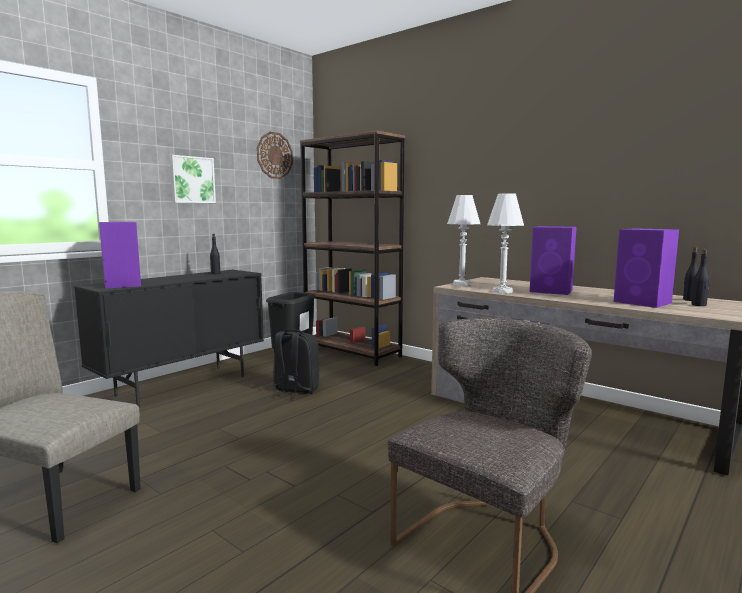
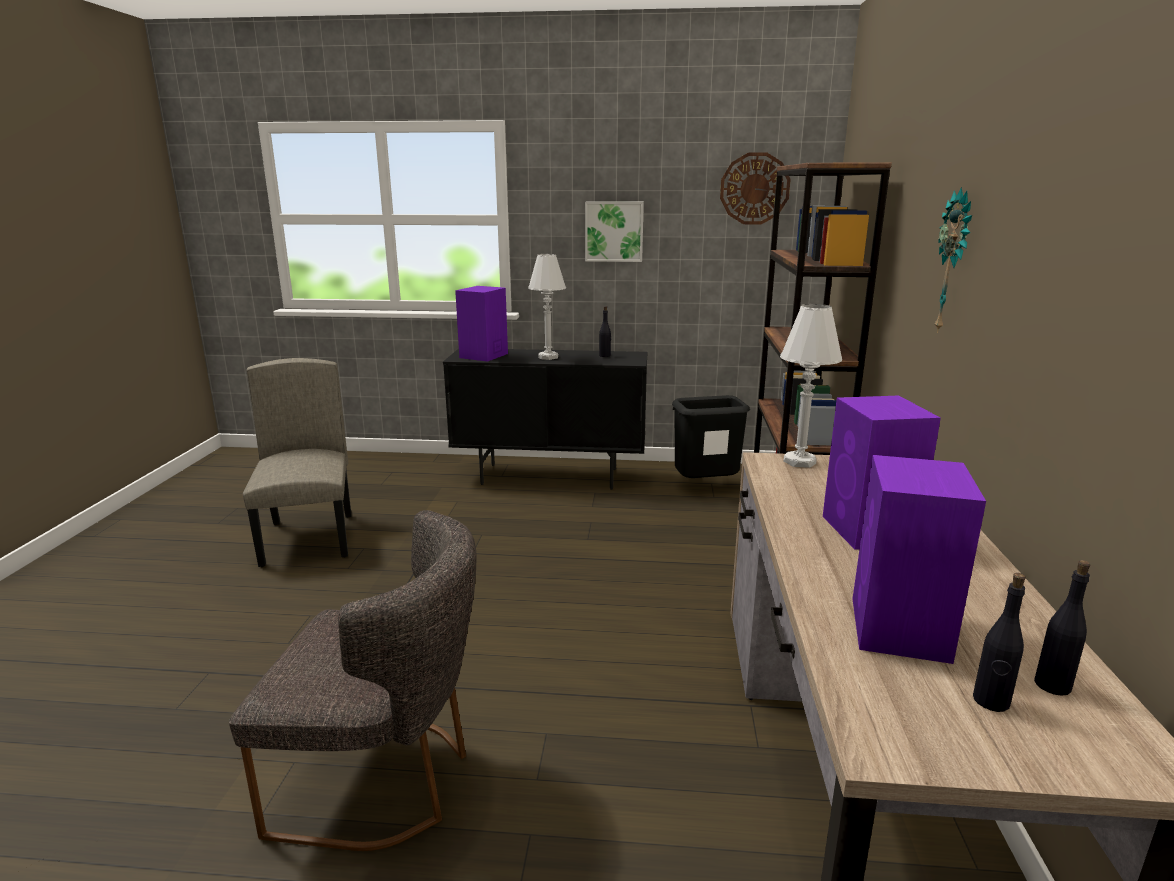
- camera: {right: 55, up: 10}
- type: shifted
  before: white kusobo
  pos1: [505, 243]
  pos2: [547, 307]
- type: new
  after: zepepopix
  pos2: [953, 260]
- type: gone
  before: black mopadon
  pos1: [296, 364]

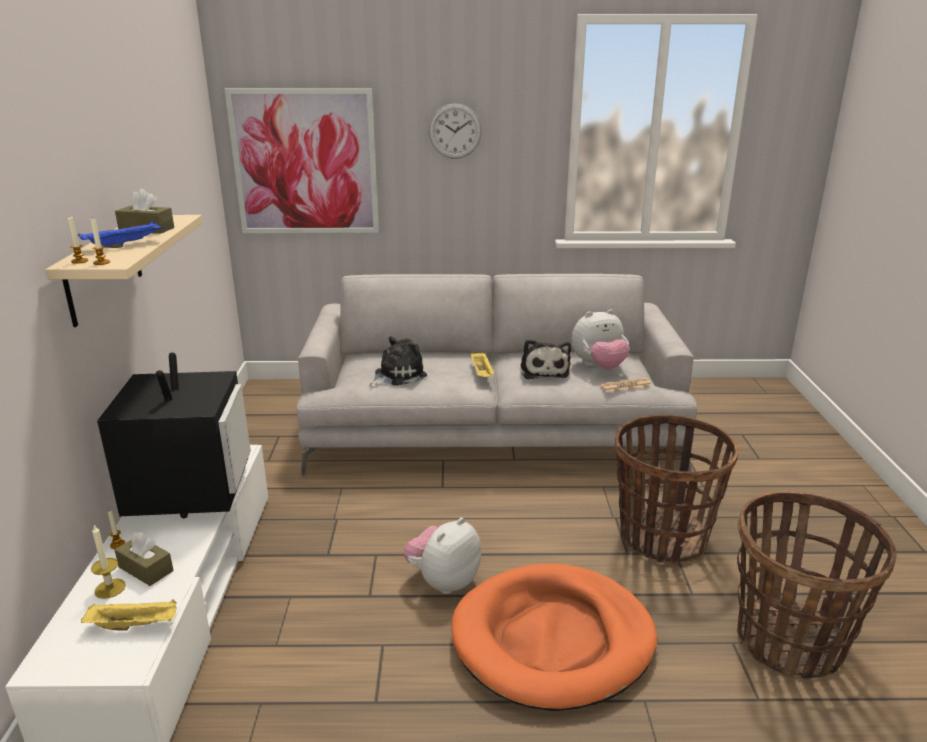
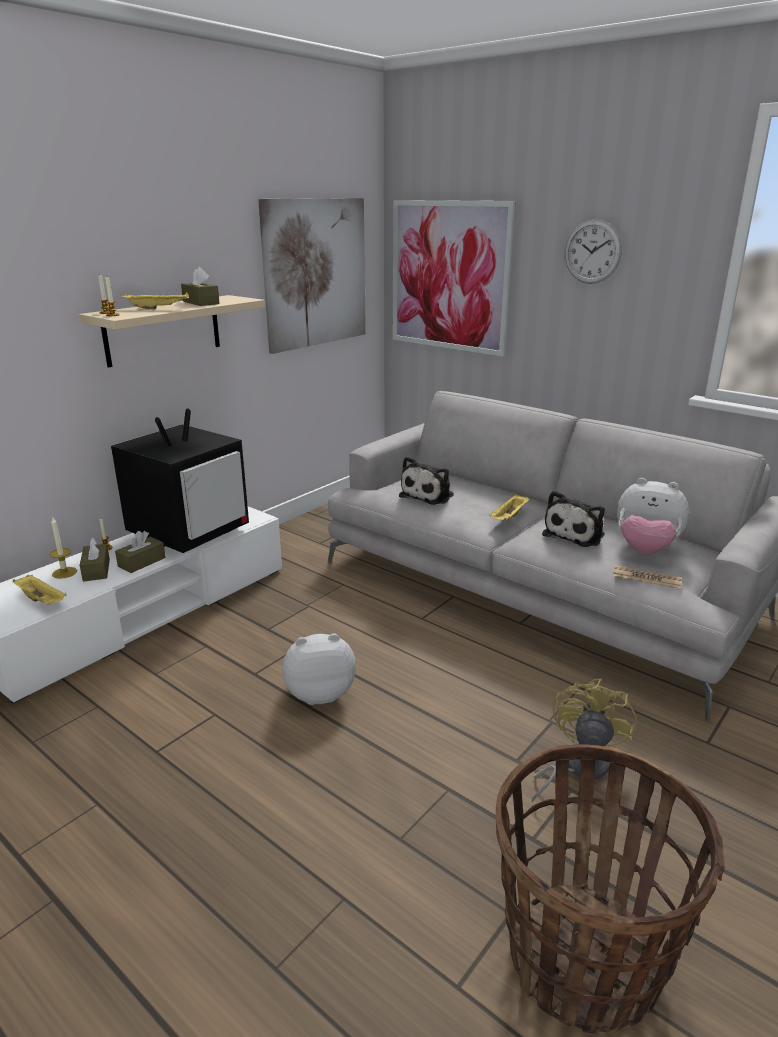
- camera: {right: 40, up: 0}
- type: new
  after: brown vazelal
  pos2: [140, 552]
- type: repainted
  before: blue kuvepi
  after: yellow kuvepi
  pos1: [121, 234]
  pos2: [155, 301]
- type: new
  after: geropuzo
  pos2: [312, 276]
- type: rotated
  before: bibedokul
  pos1: [398, 361]
  pos2: [426, 480]
  turn: 120
- type: swapped
  before: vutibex
  after: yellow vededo
  pos1: [676, 488]
  pos2: [584, 740]
- type: gone
  before: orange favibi
  pos1: [554, 637]

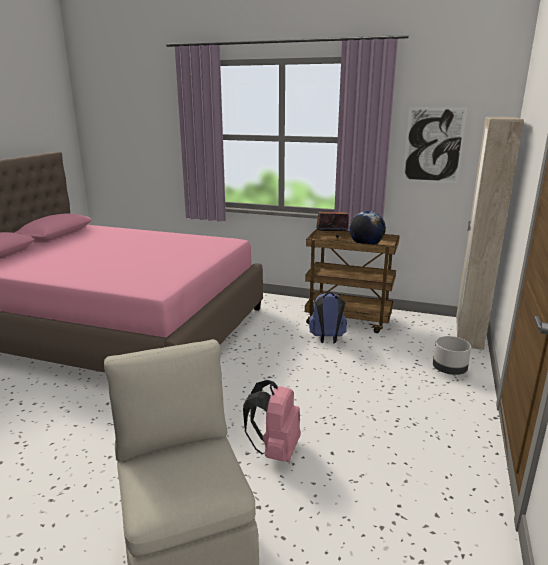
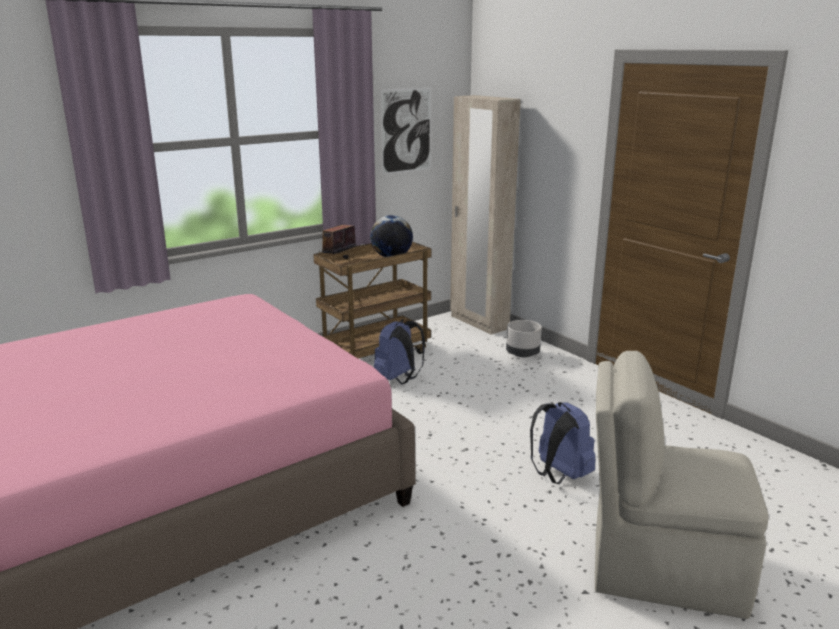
- camera: {right: -55, up: 0}
- type: repainted
  before: pink mopadon
  after: blue mopadon
  pos1: [272, 421]
  pos2: [563, 443]

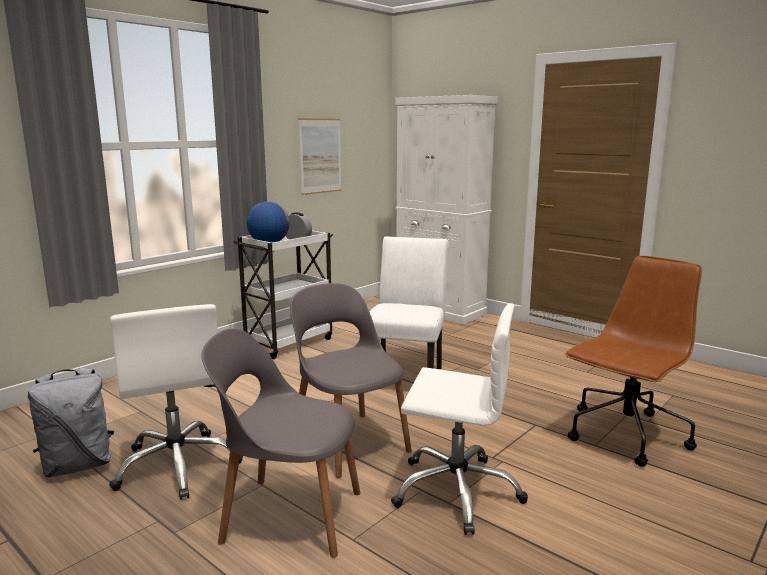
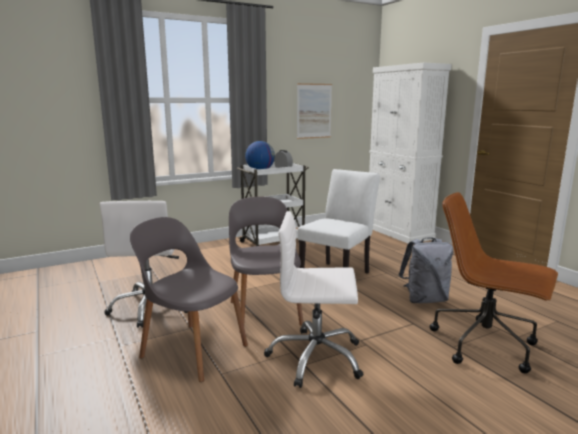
- camera: {right: 20, up: 0}
- type: rotated
  before: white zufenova
  pos1: [459, 419]
  pos2: [313, 299]
  turn: 150
- type: shifted
  before: grey mopadon
  pos1: [71, 423]
  pos2: [425, 270]
- type: rotated
  before: brown zufenova
  pos1: [633, 361]
  pos2: [494, 282]
  turn: -120

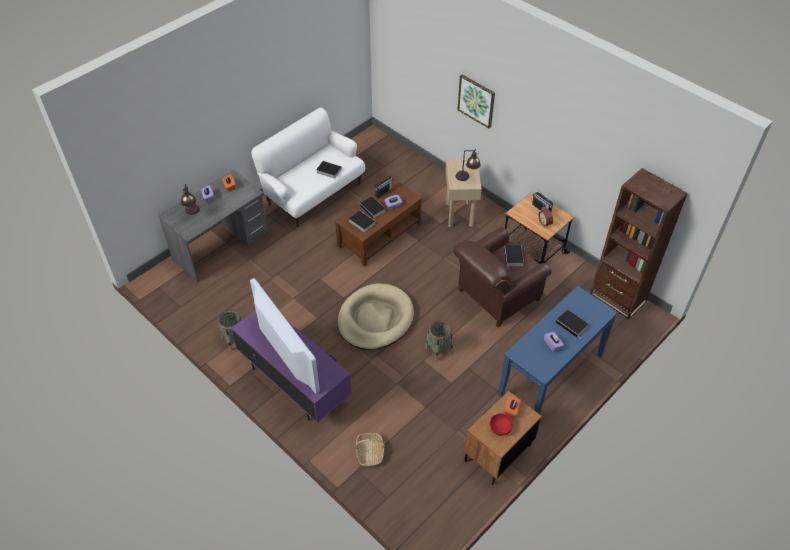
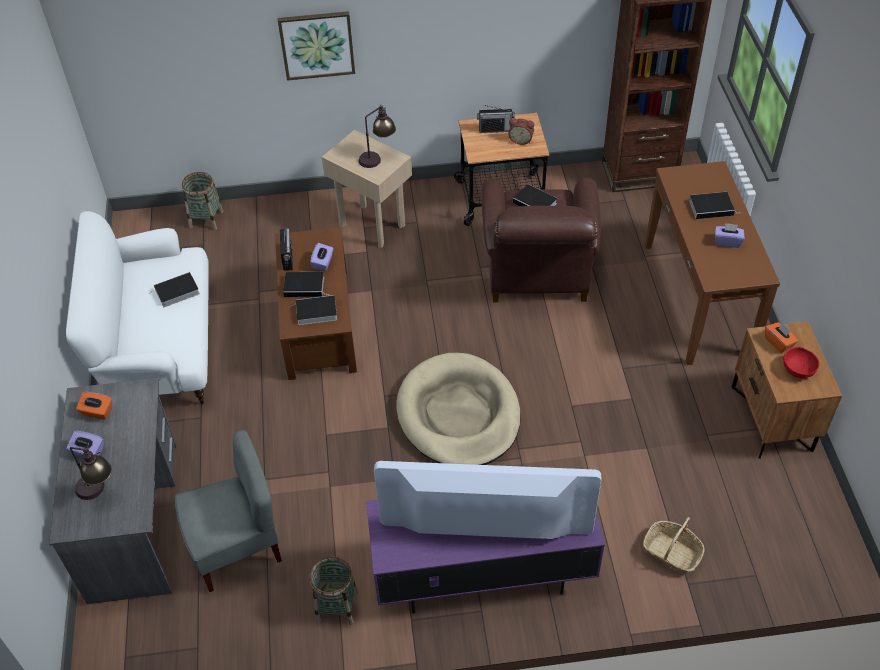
- camera: {right: -50, up: 0}
- type: new
  after: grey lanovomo
  pos2: [228, 511]
- type: shifted
  before: vutibex
  pos1: [439, 340]
  pos2: [203, 201]
- type: repainted
  before: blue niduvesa
  after: brown niduvesa
  pos1: [558, 350]
  pos2: [712, 263]

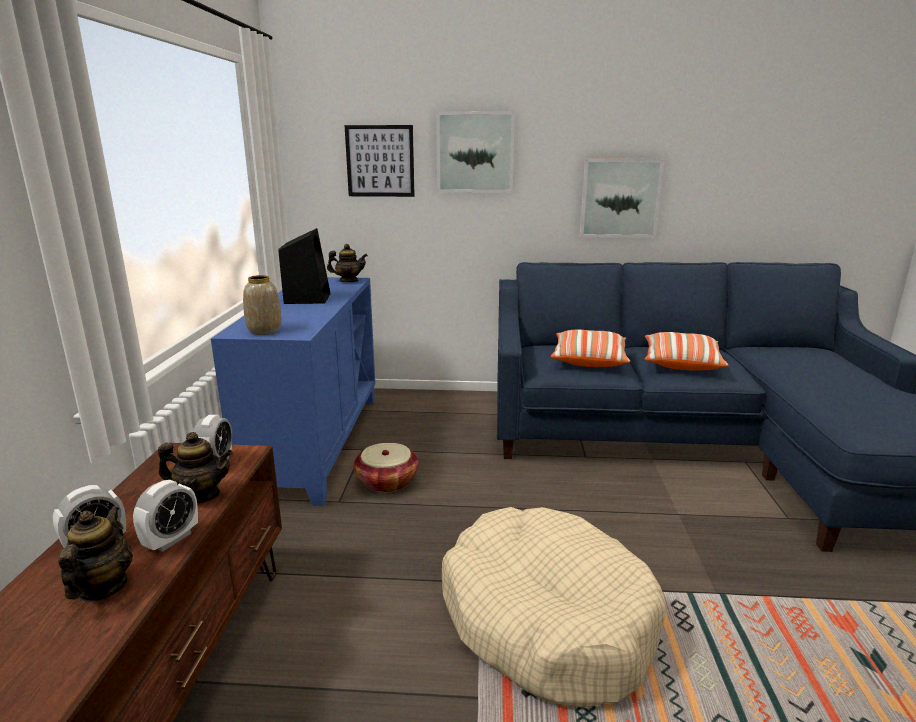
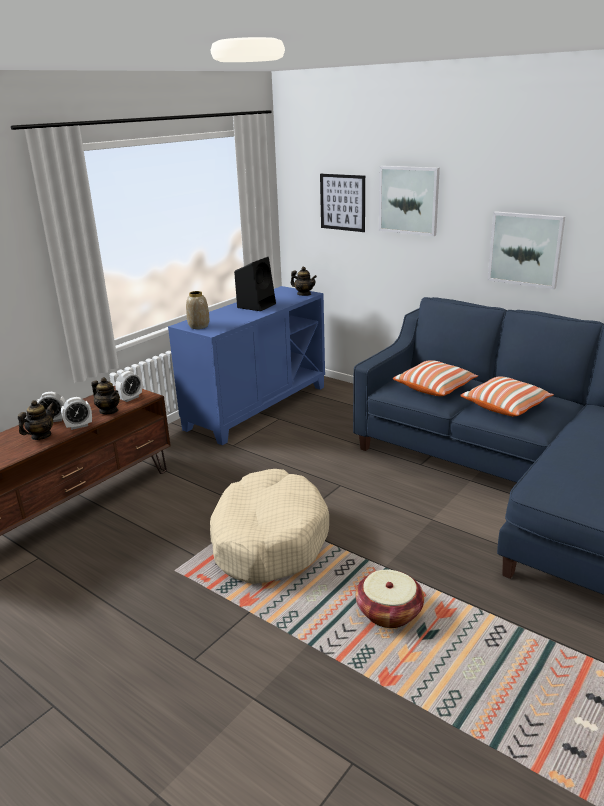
- camera: {right: 35, up: 5}
- type: shifted
  before: vutibex
  pos1: [386, 468]
  pos2: [390, 599]

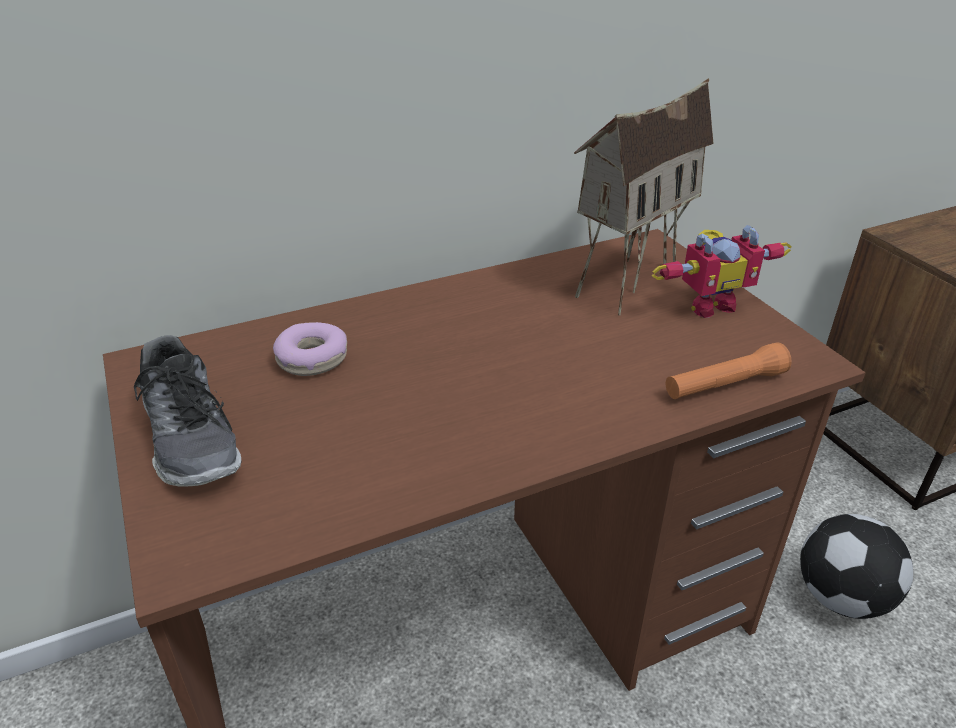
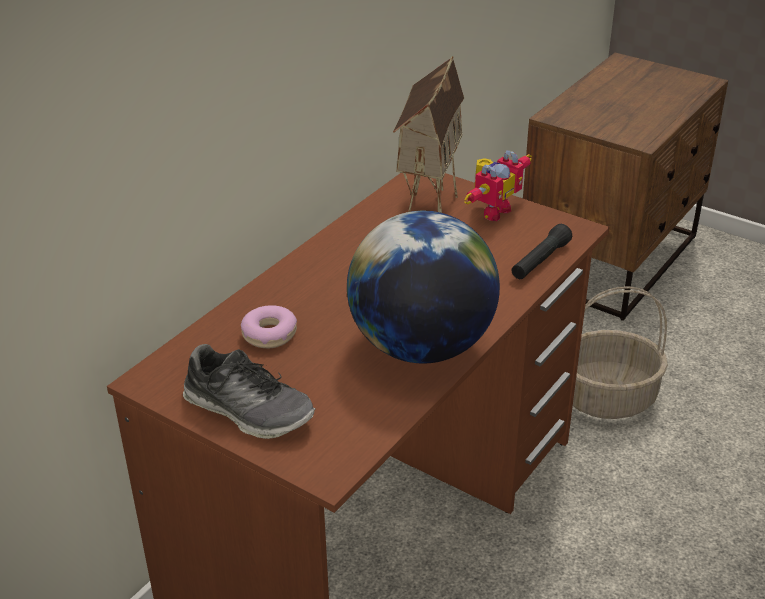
- camera: {right: -30, up: 0}
- type: new
  after: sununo
  pos2: [423, 287]
- type: repainted
  before: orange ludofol
  after: black ludofol
  pos1: [728, 370]
  pos2: [542, 251]
- type: swapped
  before: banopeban
  after: vutibex
  pos1: [856, 566]
  pos2: [620, 352]

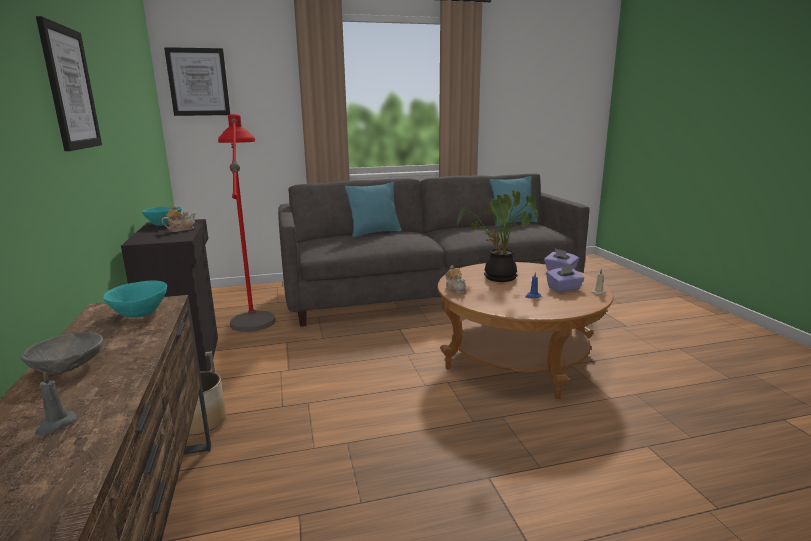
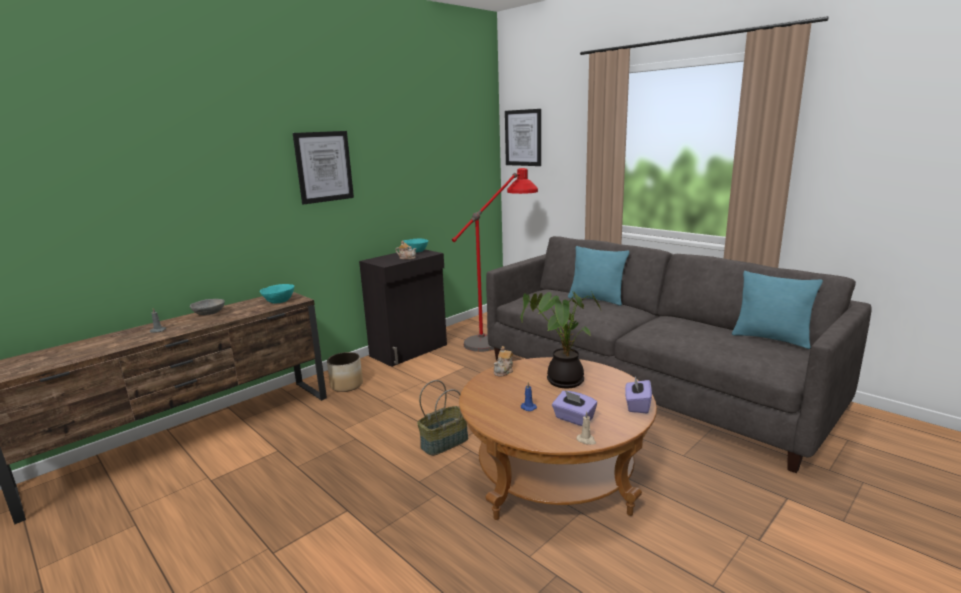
- camera: {right: 60, up: 0}
- type: new
  after: vutibex
  pos2: [442, 418]

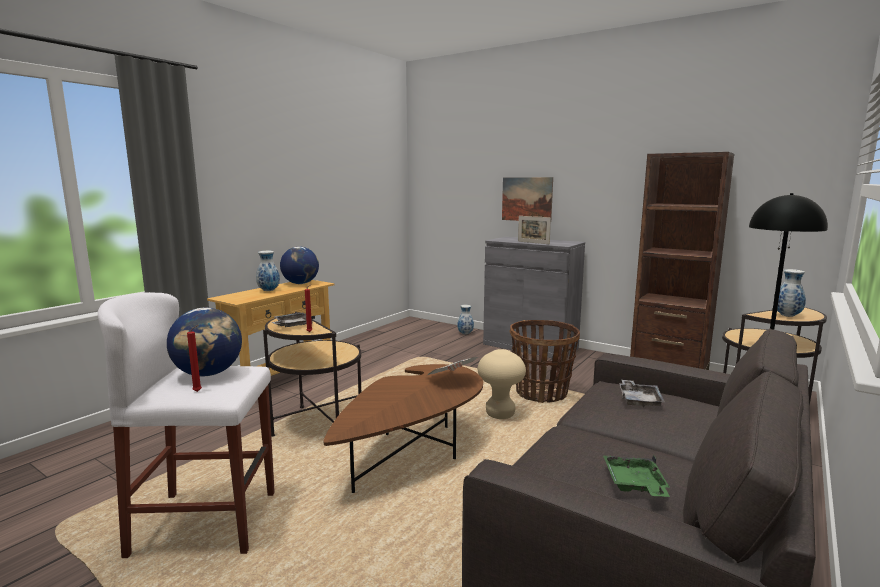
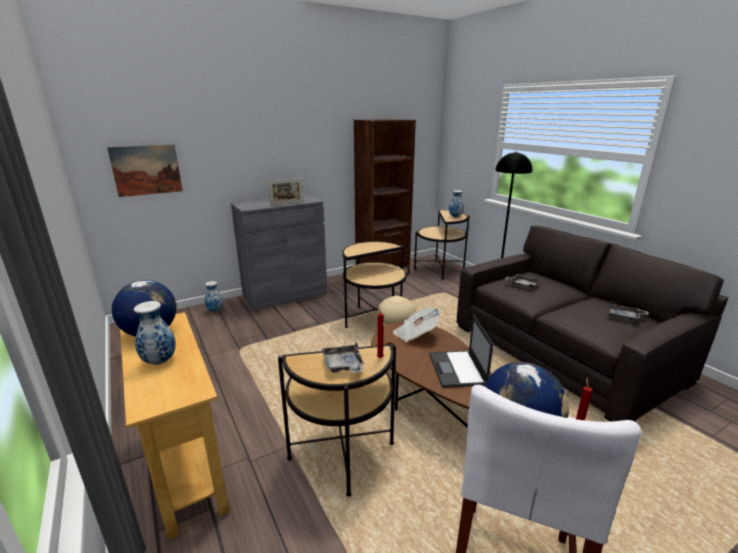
- camera: {right: -65, up: 10}
- type: shifted
  before: geropuzo
  pos1: [527, 199]
  pos2: [145, 171]
- type: swapped
  before: vutibex
  after: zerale
  pos1: [545, 361]
  pos2: [374, 284]
- type: new
  after: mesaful
  pos2: [461, 351]
- type: repainted
  before: green kuvepi
  after: grey kuvepi
  pos1: [636, 476]
  pos2: [628, 311]

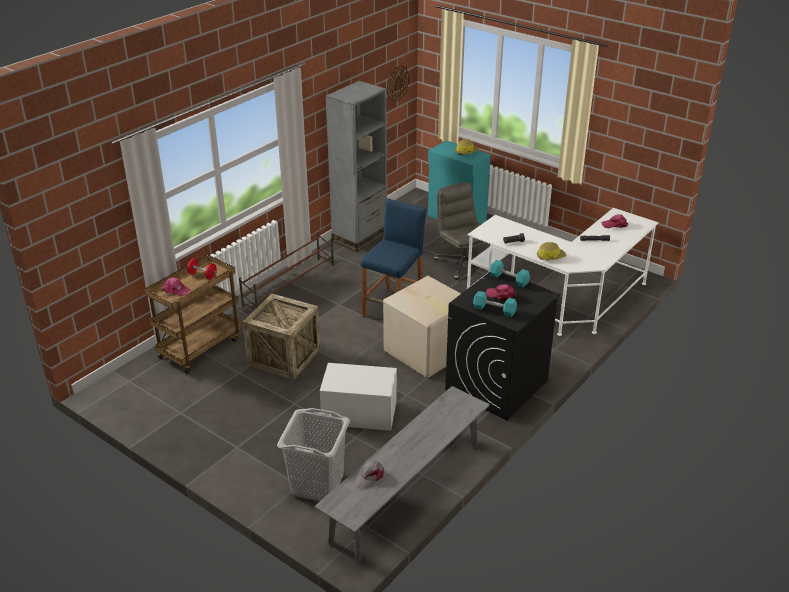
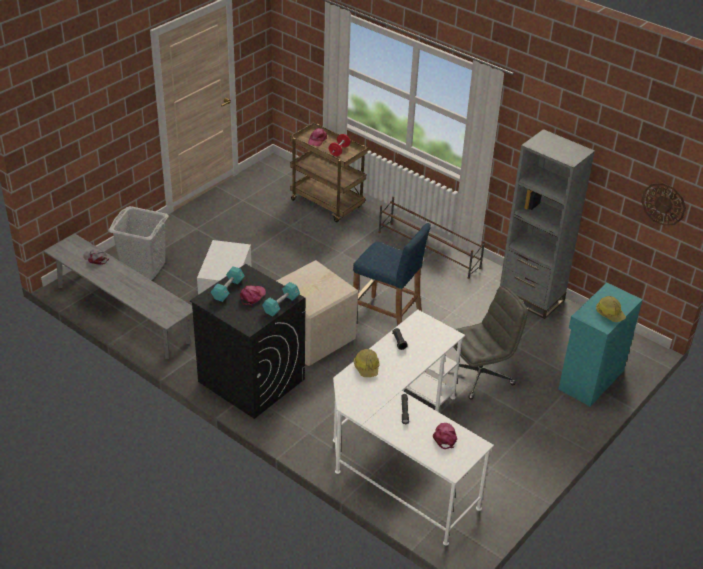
- camera: {right: 90, up: 5}
- type: gone
  before: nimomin
  pos1: [282, 336]

